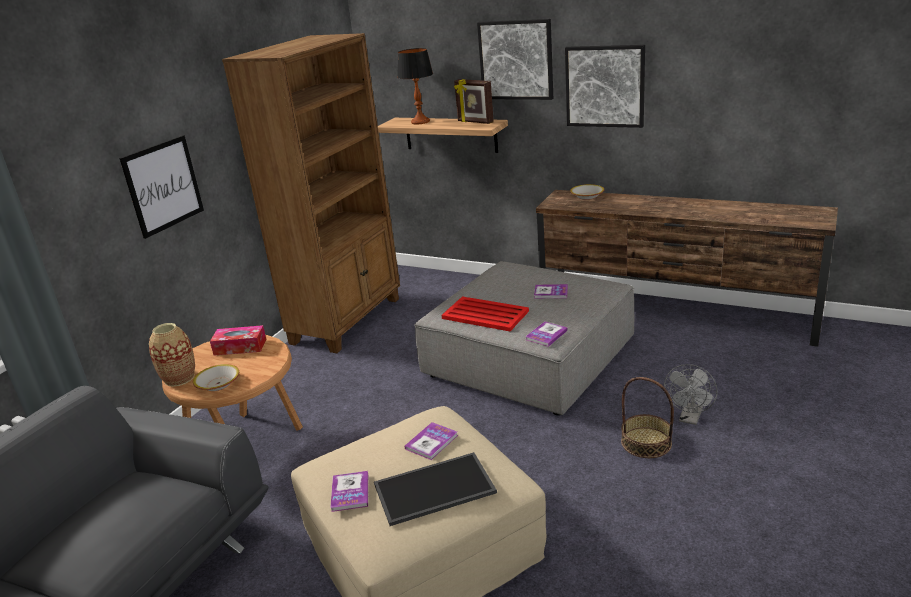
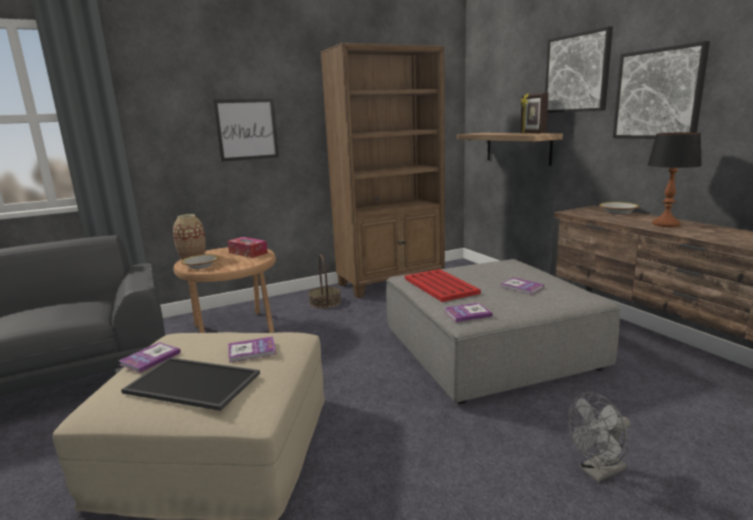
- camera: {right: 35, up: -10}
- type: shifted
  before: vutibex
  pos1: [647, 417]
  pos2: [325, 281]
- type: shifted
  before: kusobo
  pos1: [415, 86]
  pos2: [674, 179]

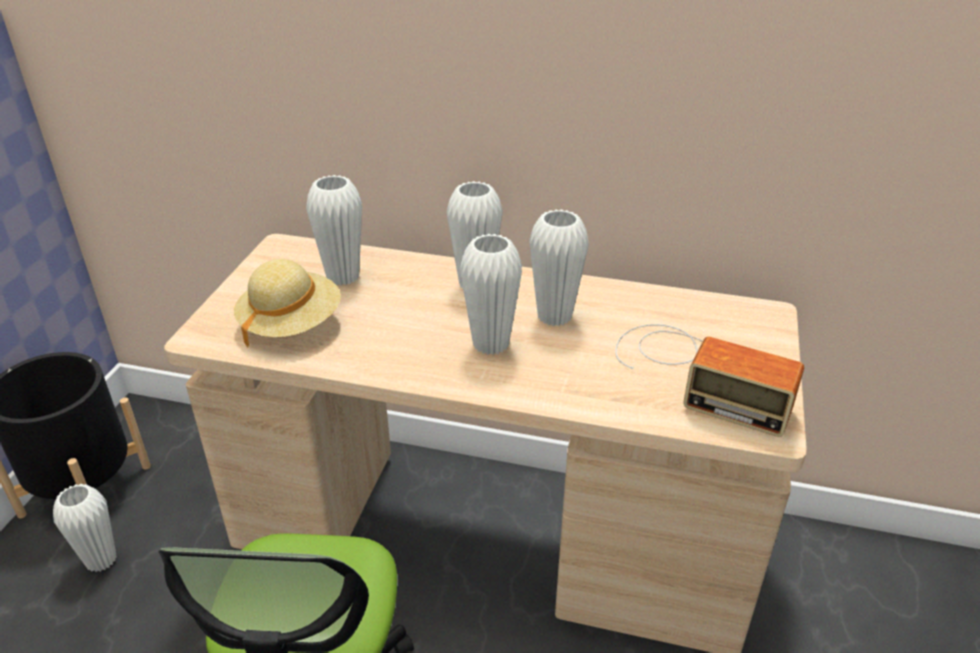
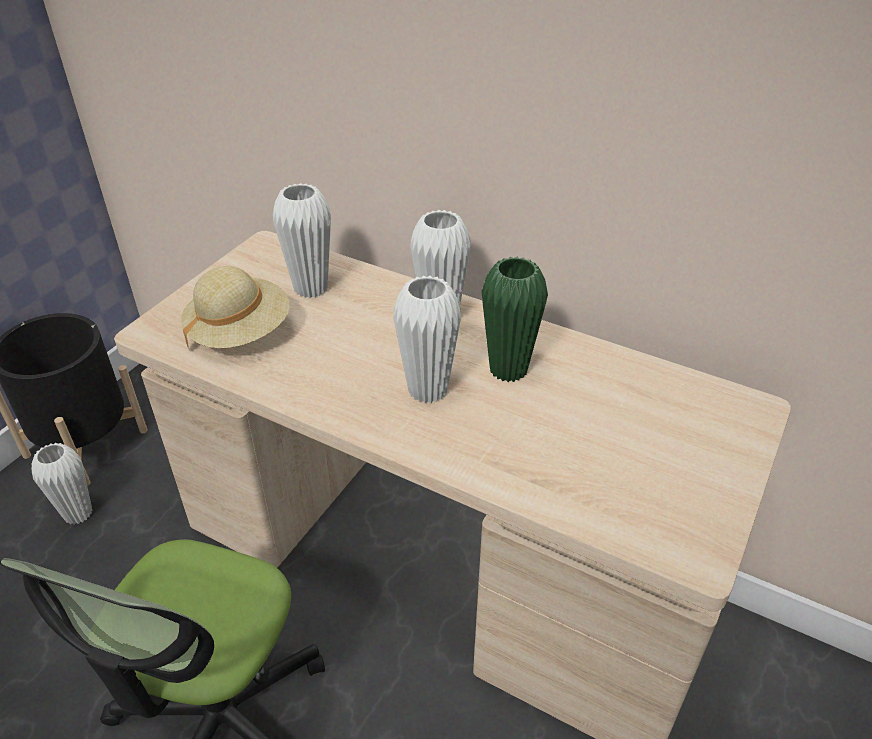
- camera: {right: 15, up: 5}
- type: repainted
  before: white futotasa
  after: green futotasa
  pos1: [559, 267]
  pos2: [514, 319]
- type: gone
  before: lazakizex
  pos1: [710, 380]

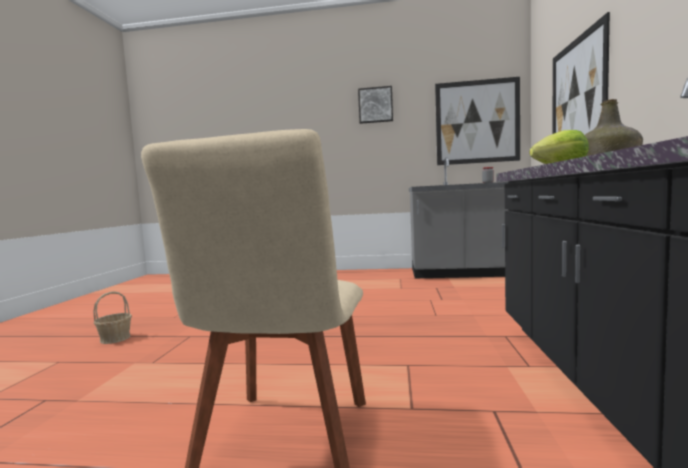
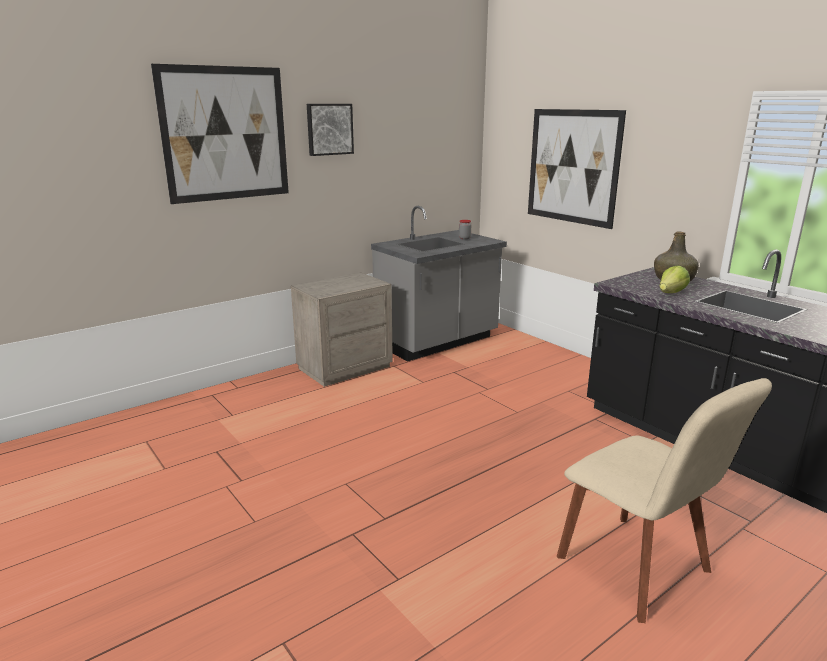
- camera: {right: -45, up: 15}
- type: shifted
  before: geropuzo
  pos1: [477, 121]
  pos2: [220, 134]
- type: new
  after: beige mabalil
  pos2: [342, 329]
- type: gone
  before: vutibex
  pos1: [112, 317]

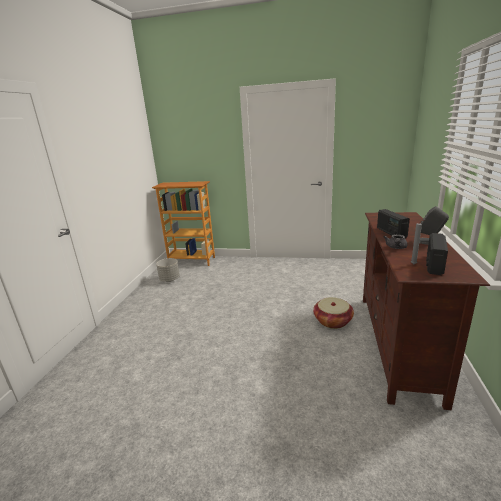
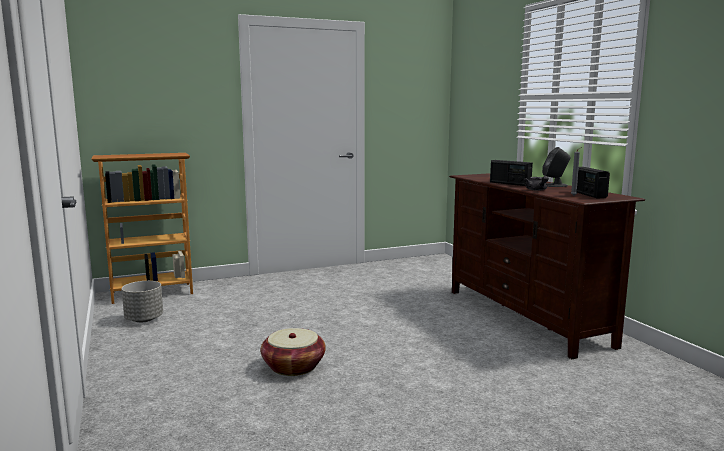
- camera: {right: -35, up: -10}
- type: shifted
  before: vutibex
  pos1: [333, 313]
  pos2: [293, 352]

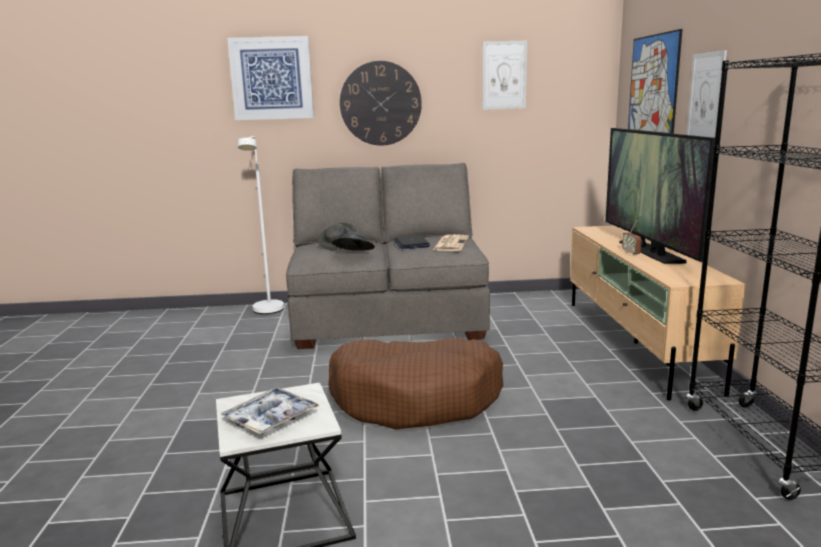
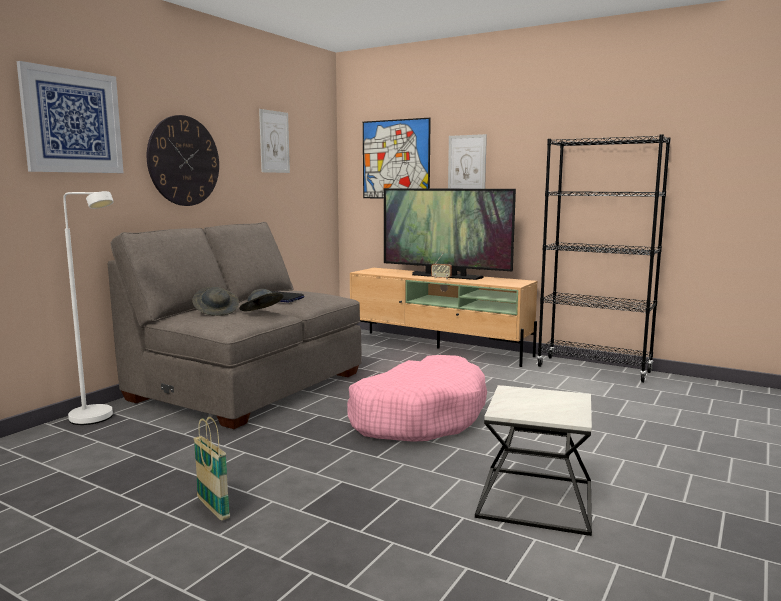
- camera: {right: -55, up: -5}
- type: new
  after: vutibex
  pos2: [212, 468]
- type: repainted
  before: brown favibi
  after: pink favibi
  pos1: [416, 383]
  pos2: [417, 398]
- type: gone
  before: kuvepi
  pos1: [270, 410]
- type: gone
  before: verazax
  pos1: [451, 242]

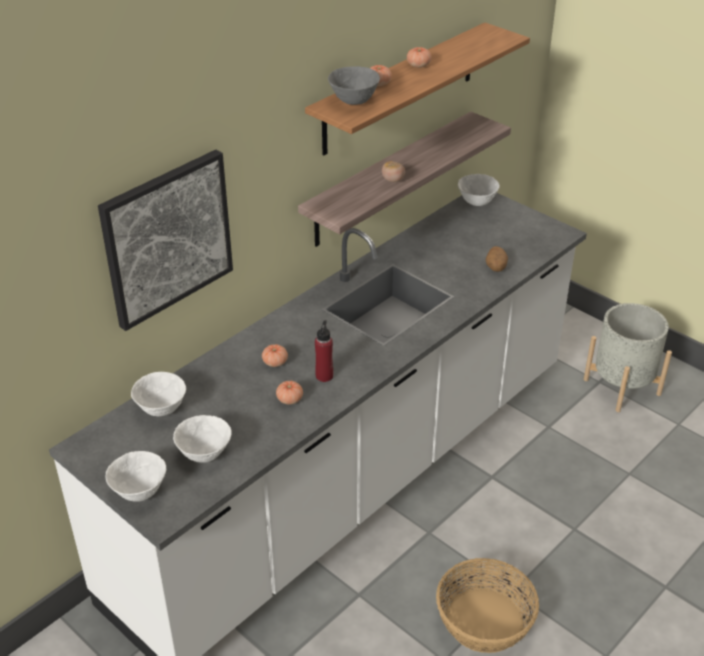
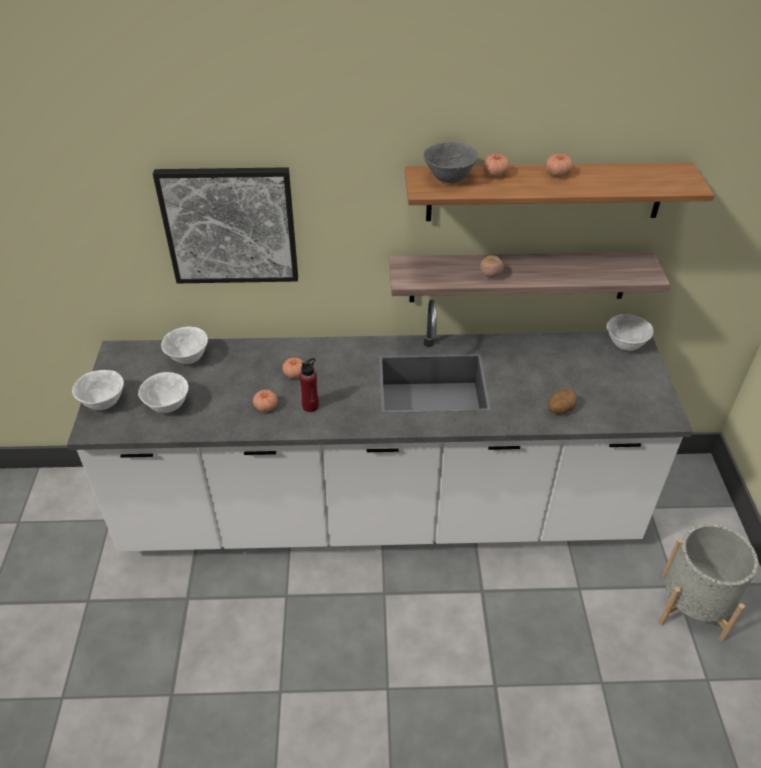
- camera: {right: 45, up: 5}
- type: gone
  before: vutibex
  pos1: [487, 605]

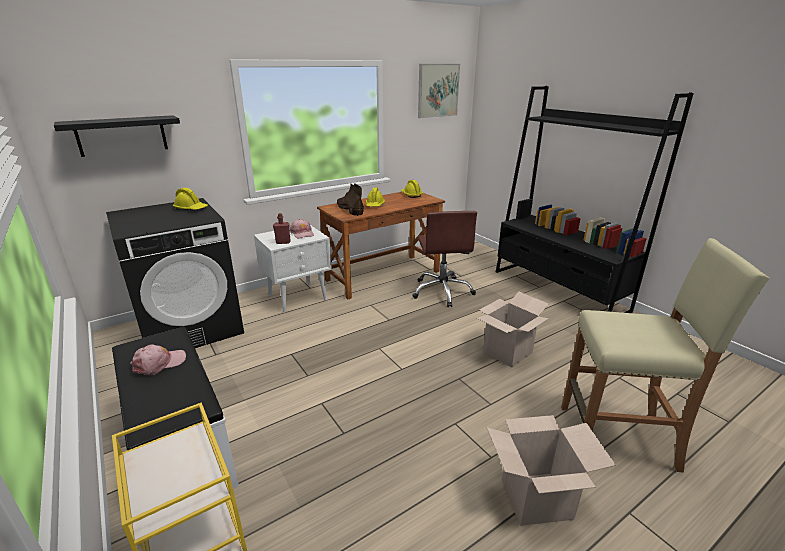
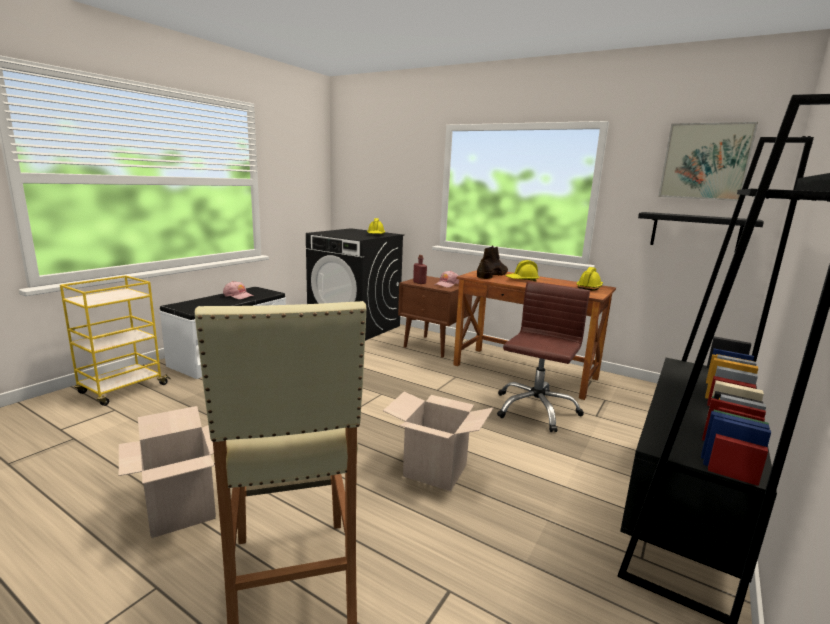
- camera: {right: 65, up: -10}
- type: repainted
  before: white mabalil
  after: brown mabalil
  pos1: [293, 269]
  pos2: [435, 316]
- type: rotated
  before: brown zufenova
  pos1: [444, 259]
  pos2: [543, 356]
  turn: 150
- type: shifted
  before: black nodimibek
  pos1: [117, 136]
  pos2: [701, 232]

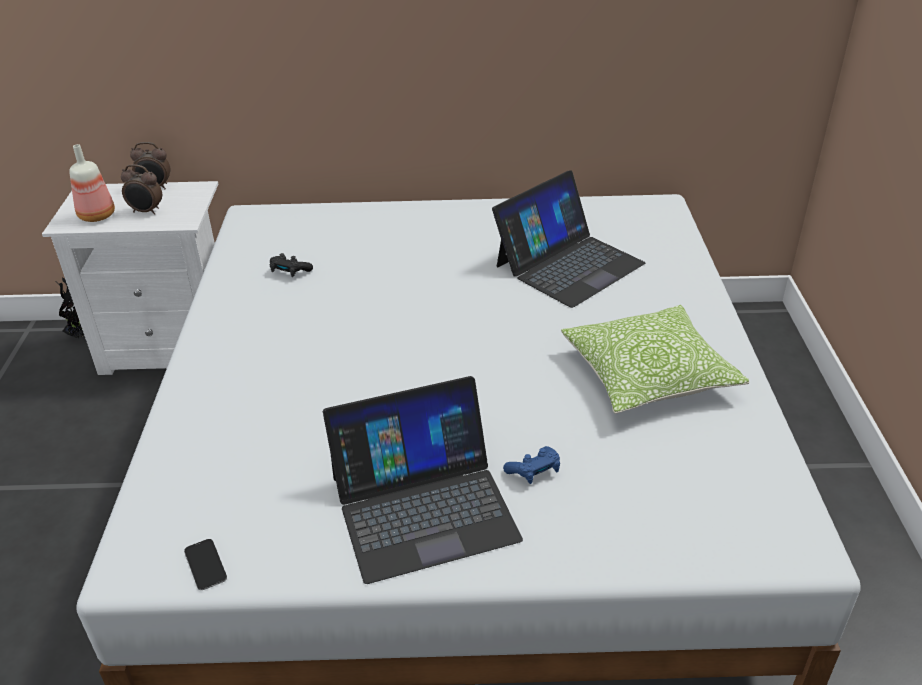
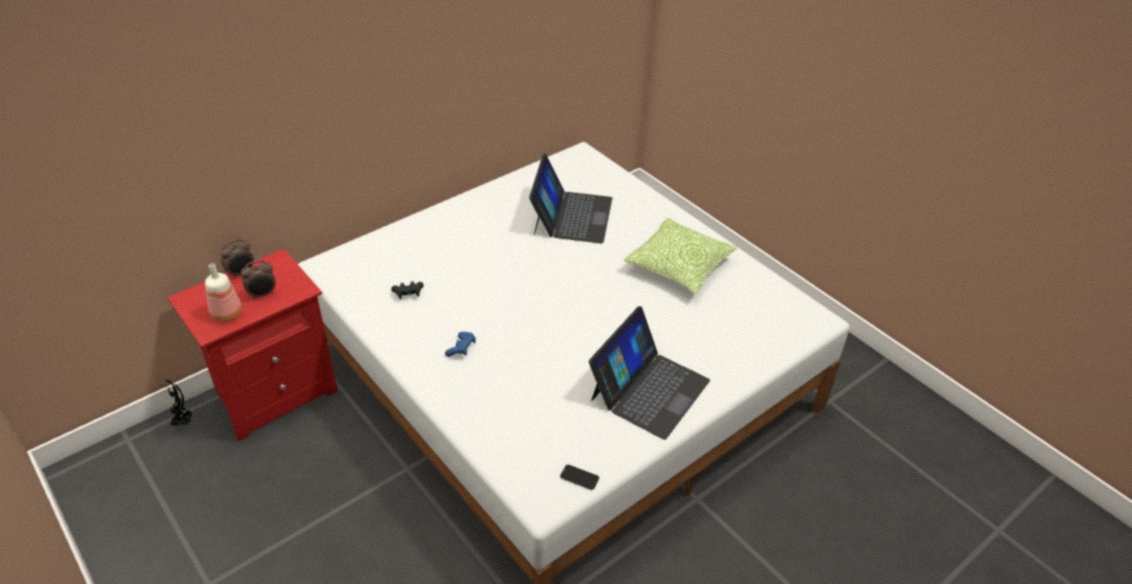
- camera: {right: -40, up: 5}
- type: repainted
  before: white mabalil
  after: red mabalil
  pos1: [130, 278]
  pos2: [252, 345]
- type: shifted
  before: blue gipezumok
  pos1: [531, 465]
  pos2: [460, 344]

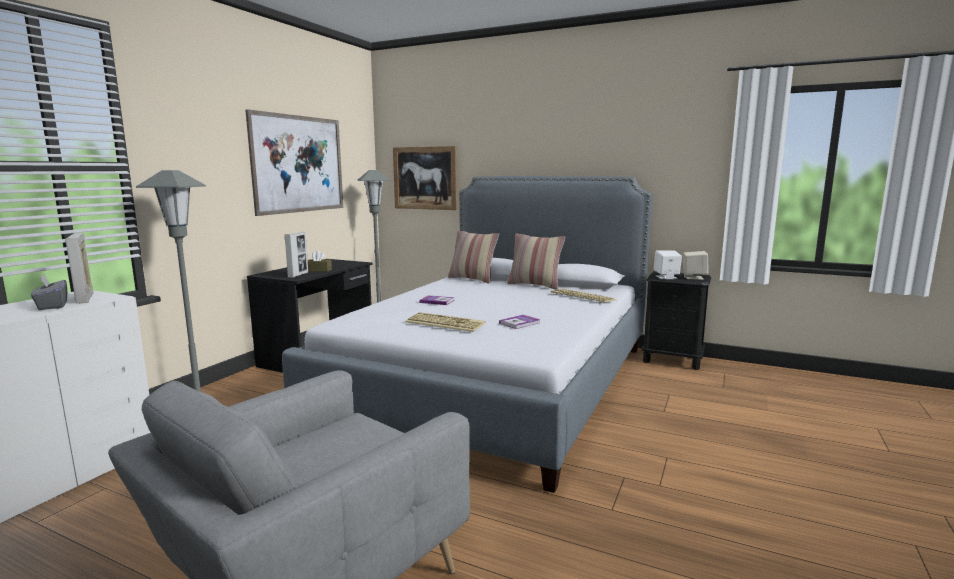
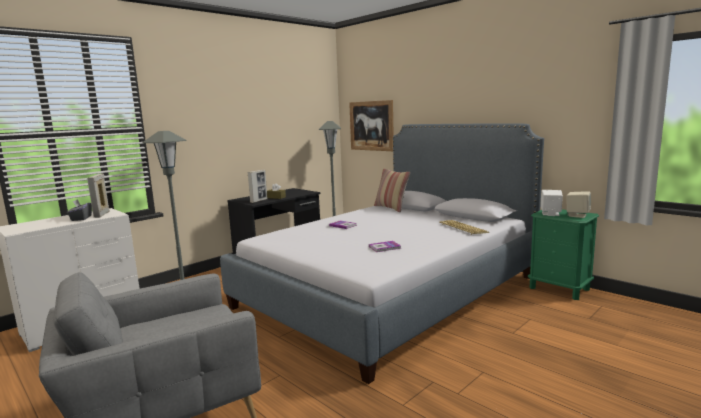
- camera: {right: 20, up: 0}
- type: repainted
  before: black mabalil
  after: green mabalil
  pos1: [676, 320]
  pos2: [563, 254]
- type: gone
  before: geropuzo
  pos1: [294, 162]
- type: gone
  before: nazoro
  pos1: [446, 322]
- type: gone
  before: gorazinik
  pos1: [536, 261]

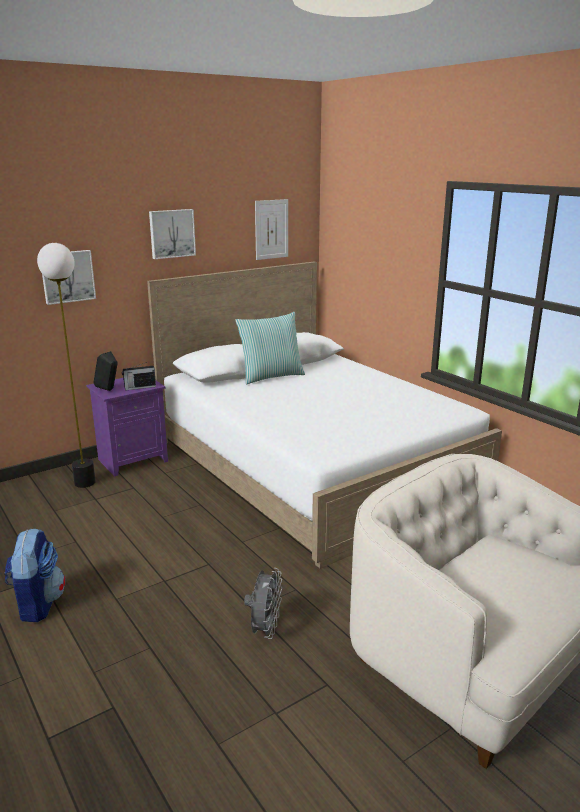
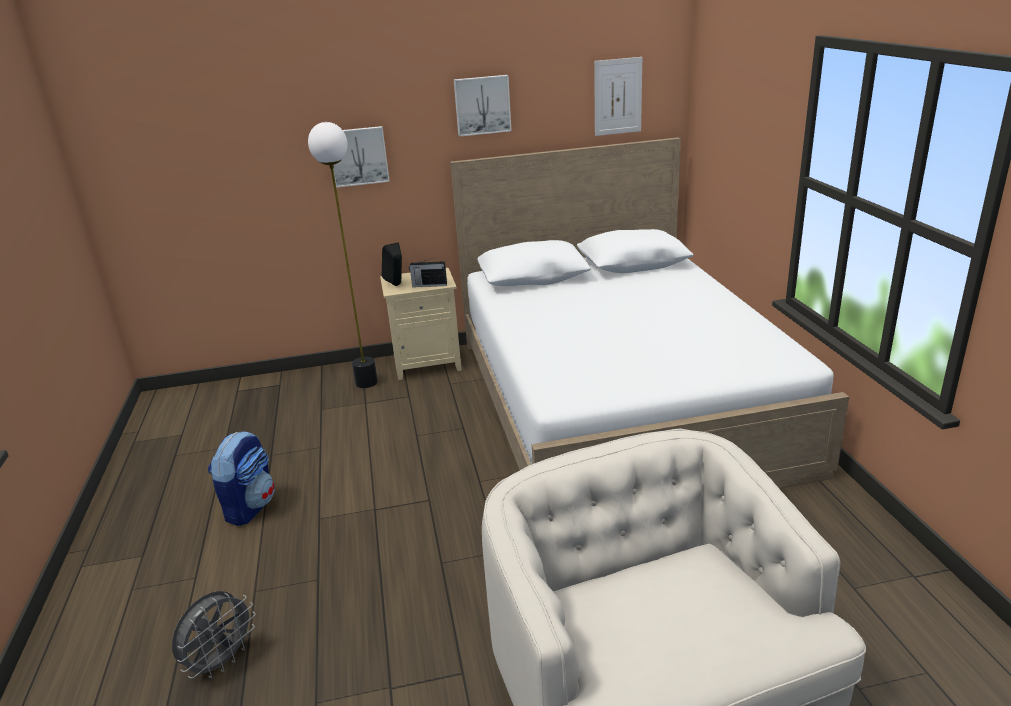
- camera: {right: 25, up: 5}
- type: shifted
  before: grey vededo
  pos1: [263, 603]
  pos2: [214, 635]
- type: repainted
  before: purple mabalil
  after: beige mabalil
  pos1: [127, 427]
  pos2: [421, 324]
- type: gone
  before: gorazinik
  pos1: [270, 348]

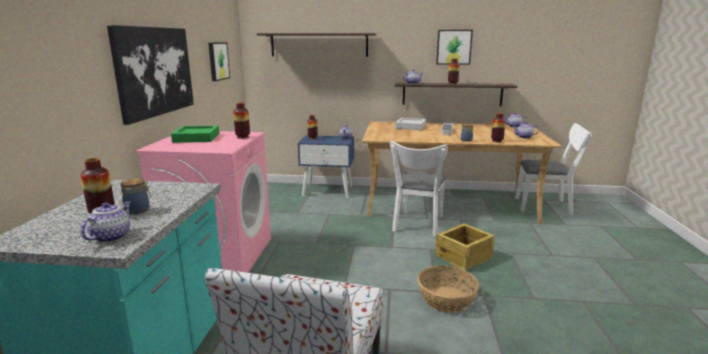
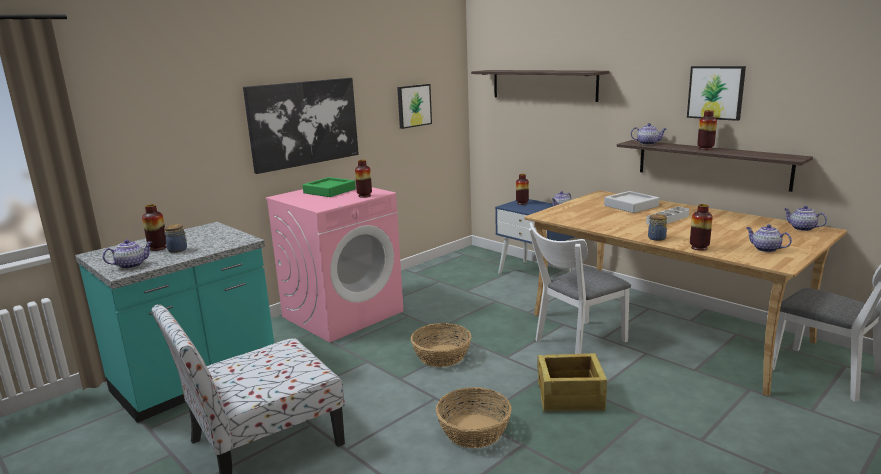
- camera: {right: 40, up: 0}
- type: new
  after: vutibex
  pos2: [441, 345]

